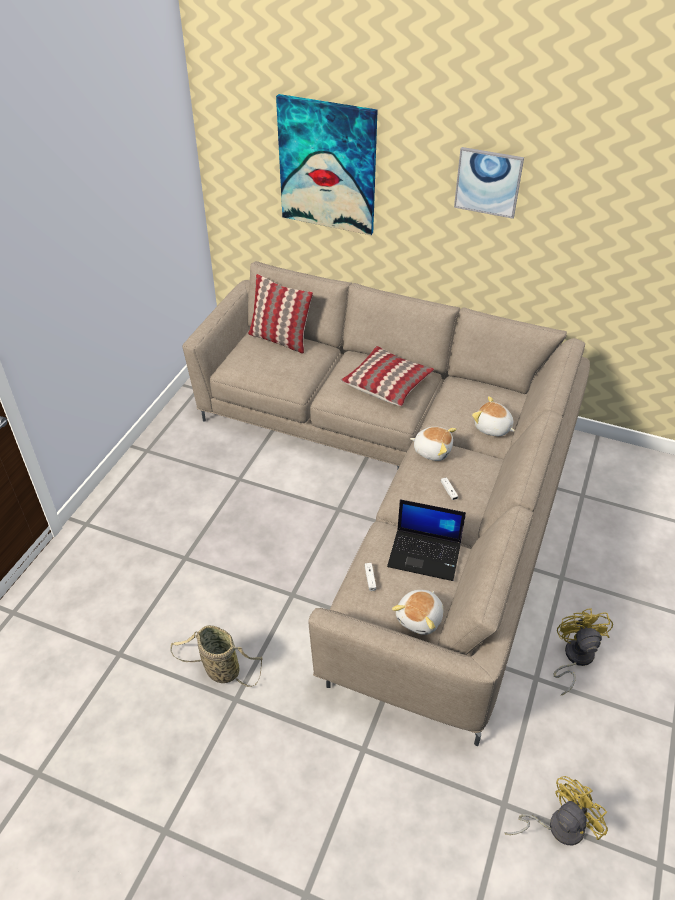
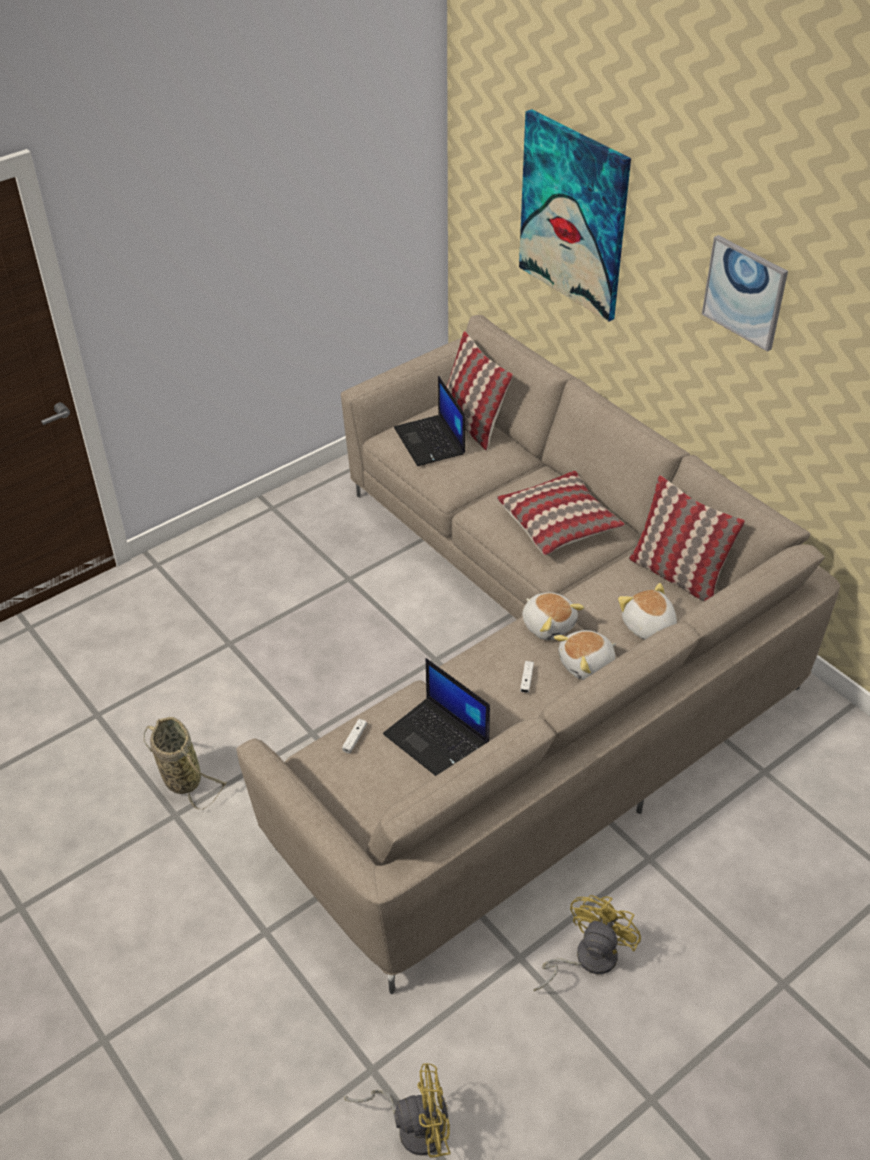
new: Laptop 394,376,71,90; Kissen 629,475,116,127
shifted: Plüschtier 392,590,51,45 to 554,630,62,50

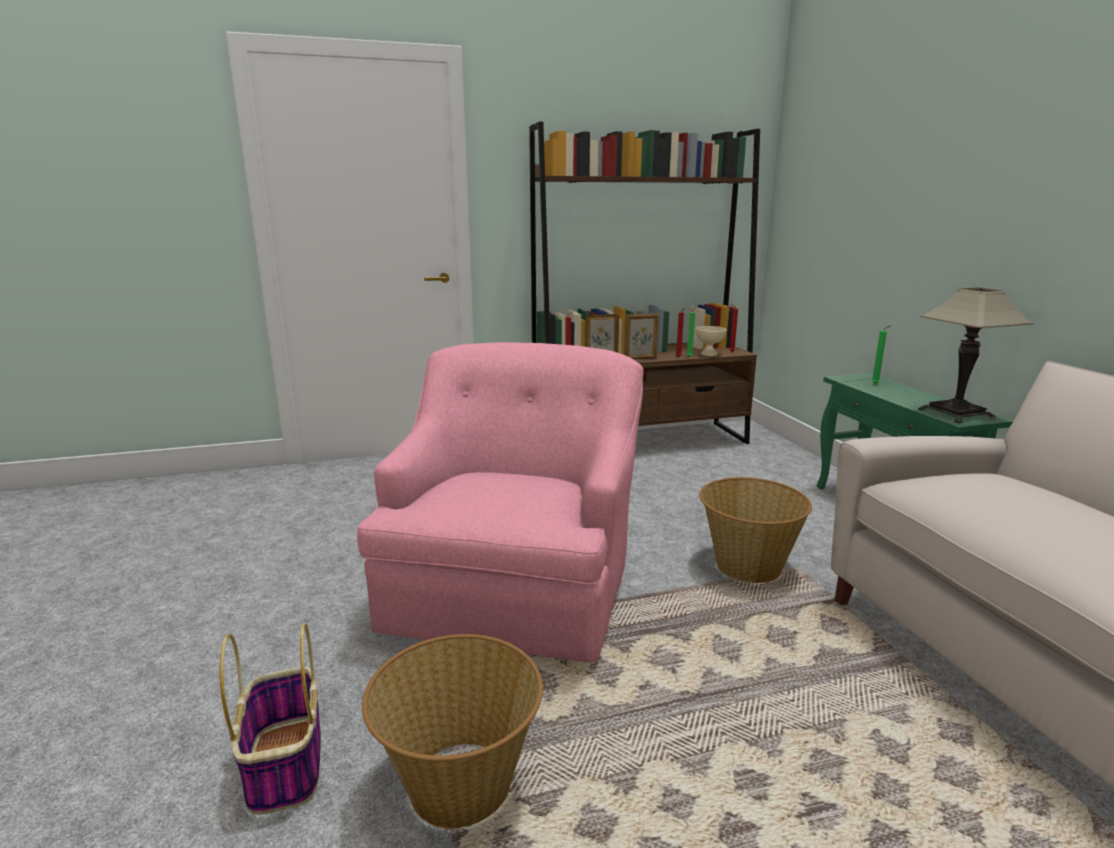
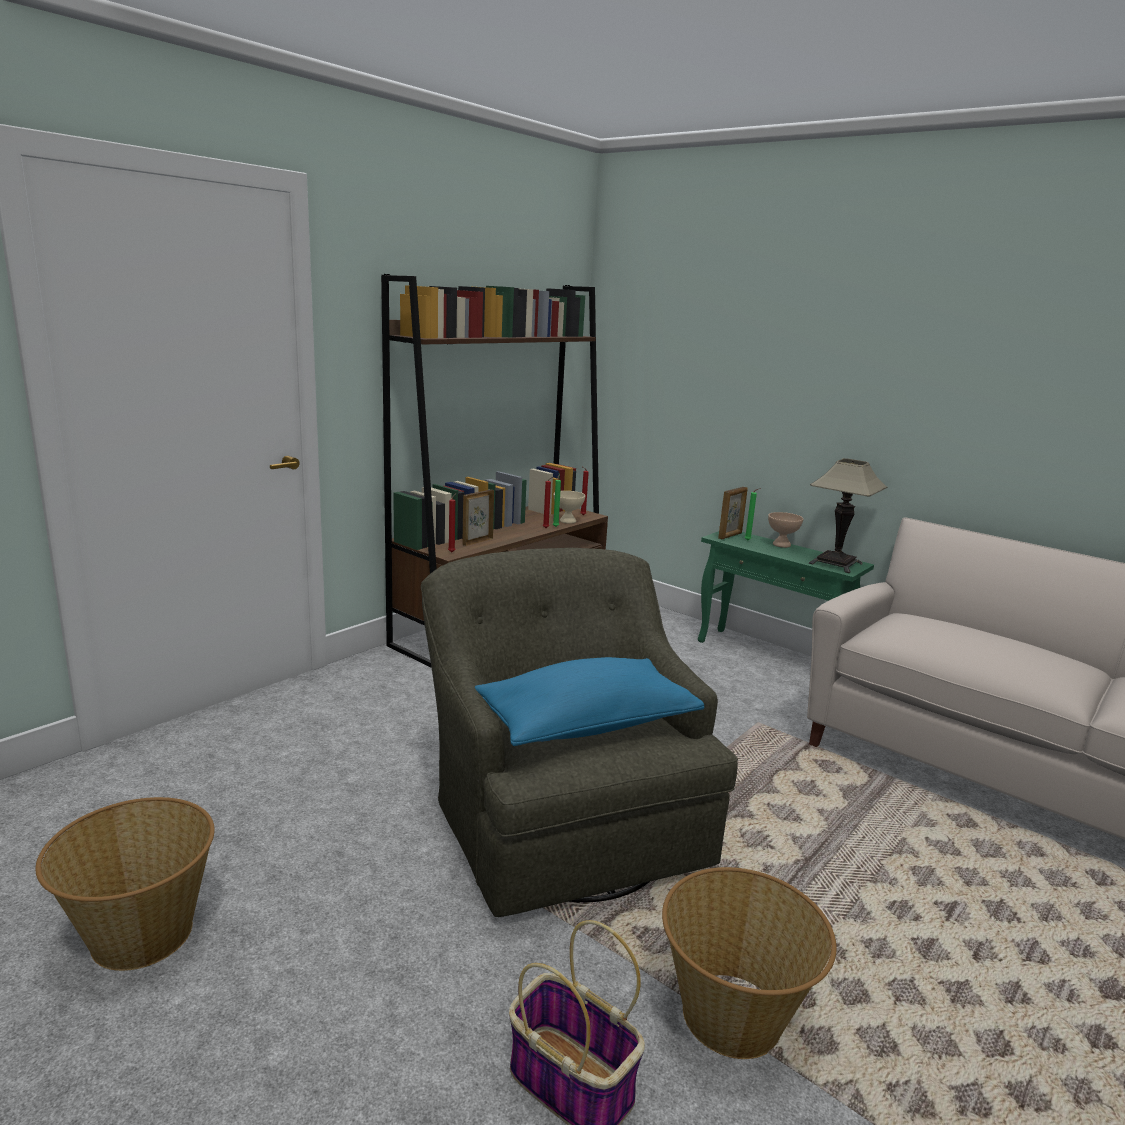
new: Kissen [blau] 475,657,229,89; Schüssel [beige] 768,512,35,36
shifted: Bilderrahmen 624,313,35,47 to 718,487,30,52; Korb 699,477,113,106 to 35,797,180,174
repainted: Sessel [rosa] 357,342,287,320 to Sessel [grün] 421,548,317,369

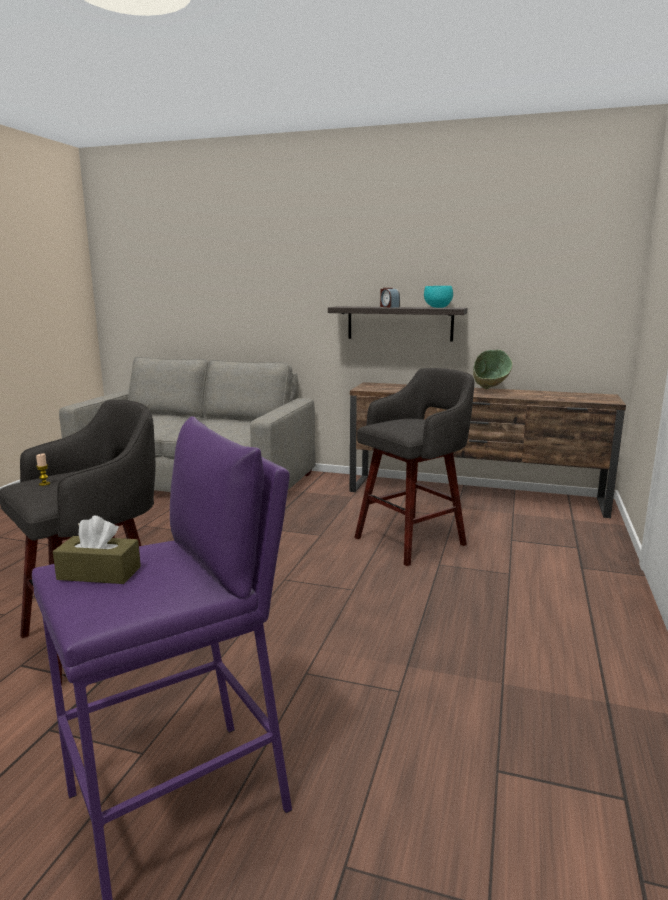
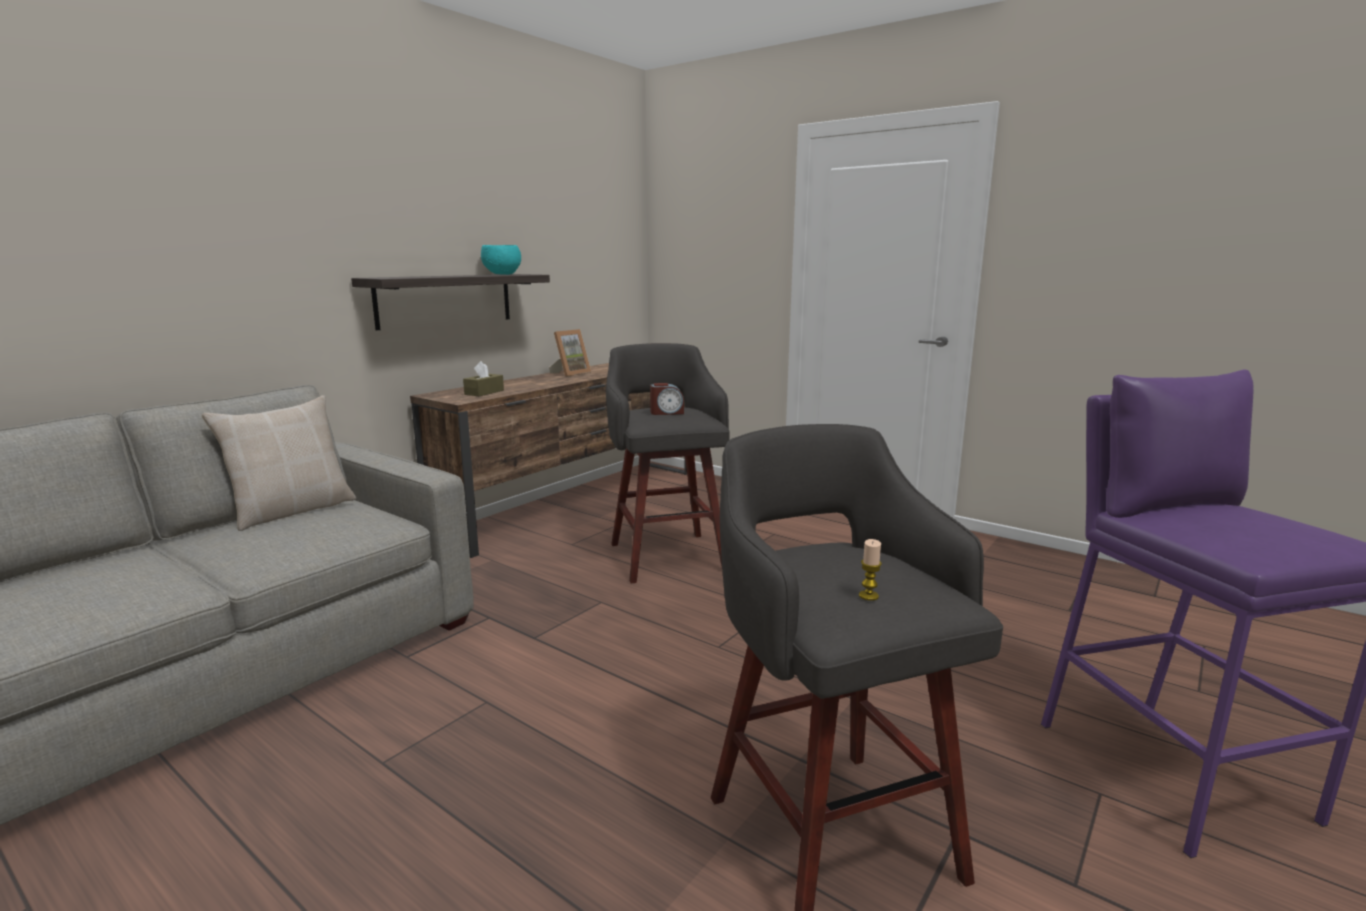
new: Kissen [beige] 202,395,154,136
shifted: Taschentuchbox [braun] 53,516,88,68 to 463,361,41,35; Wecker 380,288,20,20 to 650,383,34,32
swapped: Schüssel [grün] 473,350,40,39 to Bilderrahmen 549,329,42,48

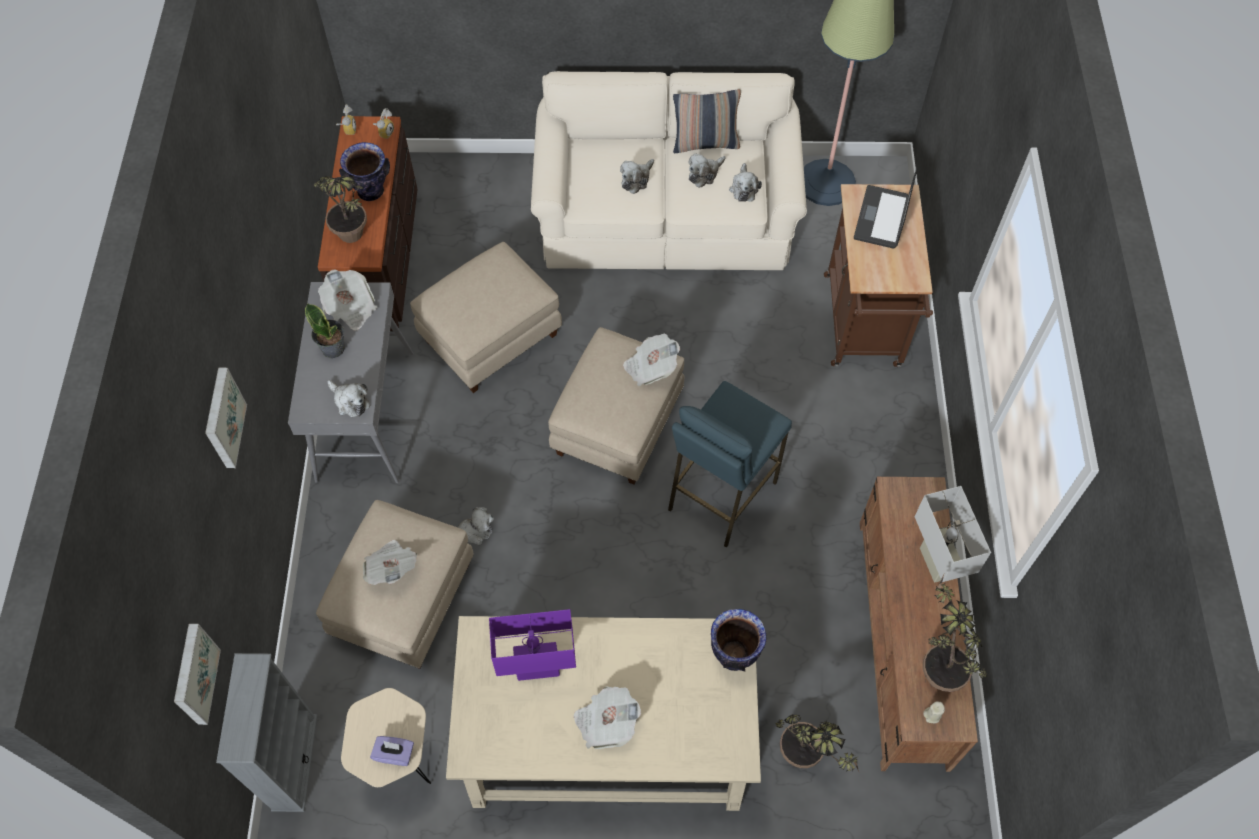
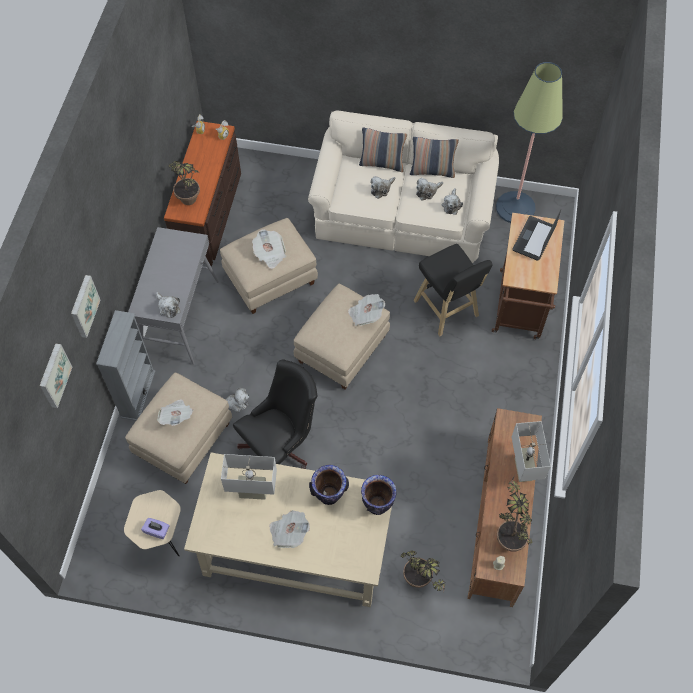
gone: Topfpflanze 305,303,40,55; Hocker [blau] 668,381,124,167
new: Bürostuhl [schwarz] 233,359,85,110; Kissen 359,128,48,44; Hocker [schwarz] 414,244,79,92
shifted: Bild 174,624,47,101 to 39,343,33,65; Bücherregal [grau] 216,653,101,159 to 96,310,59,111; Zeitung 318,269,59,61 to 252,229,34,40; Vase 339,142,51,59 to 309,465,40,40
repainted: Tischlampe [lila] 489,609,87,72 to Tischlampe [weiß] 221,454,56,46

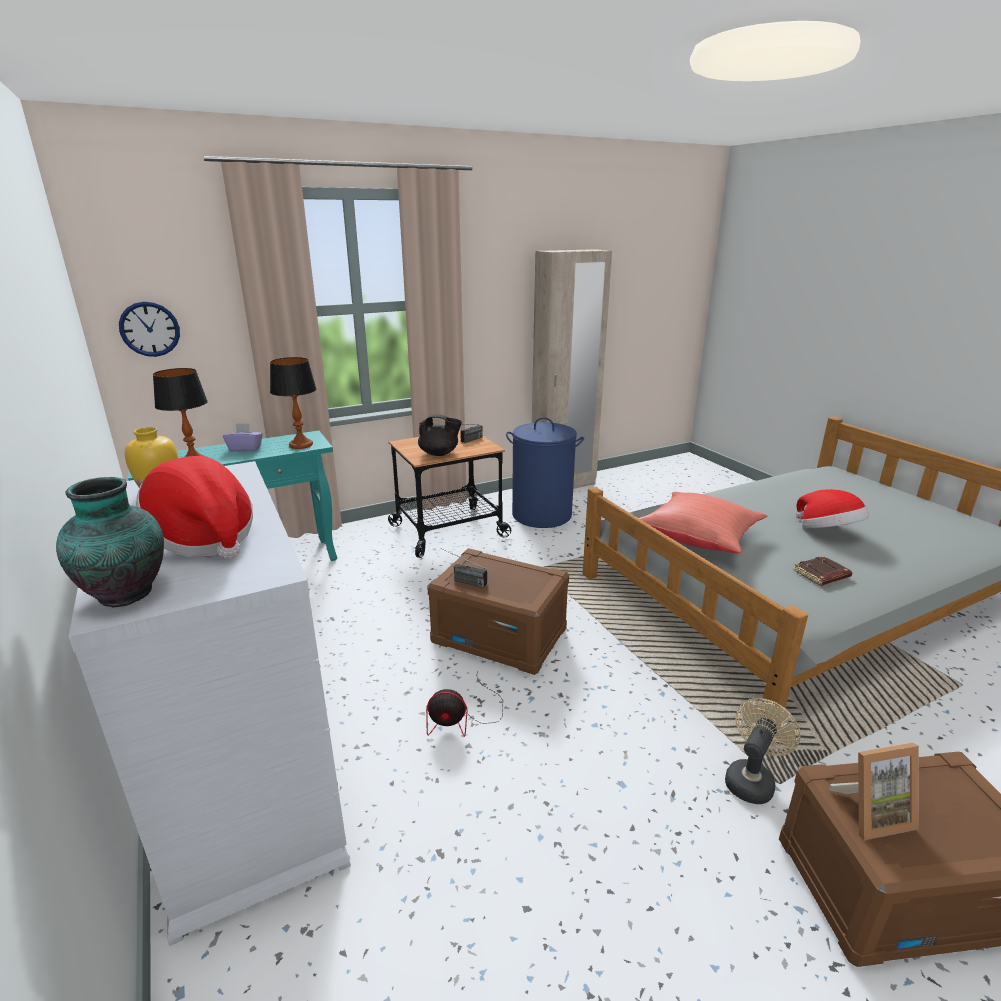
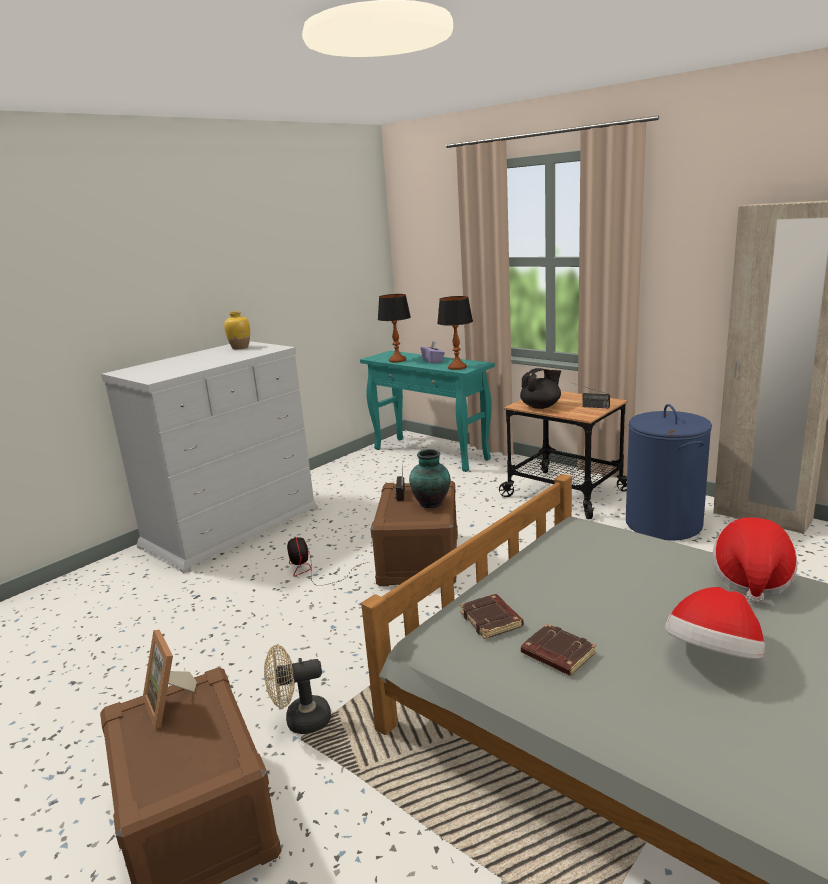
gone: Wanduhr 119,302,61,55; Kissen [rot] 639,492,128,61
new: Buch [braun] 460,594,64,45
shifted: Vase 56,477,108,130 to 409,449,42,59; Hut 136,456,117,103 to 712,517,85,87
rotated: Teekanne [schwarz] 418,414,44,42 = 520,368,41,41 105 degrees counterclockwise; Ventilator [beige] 725,698,76,106 = 264,645,67,89 150 degrees clockwise

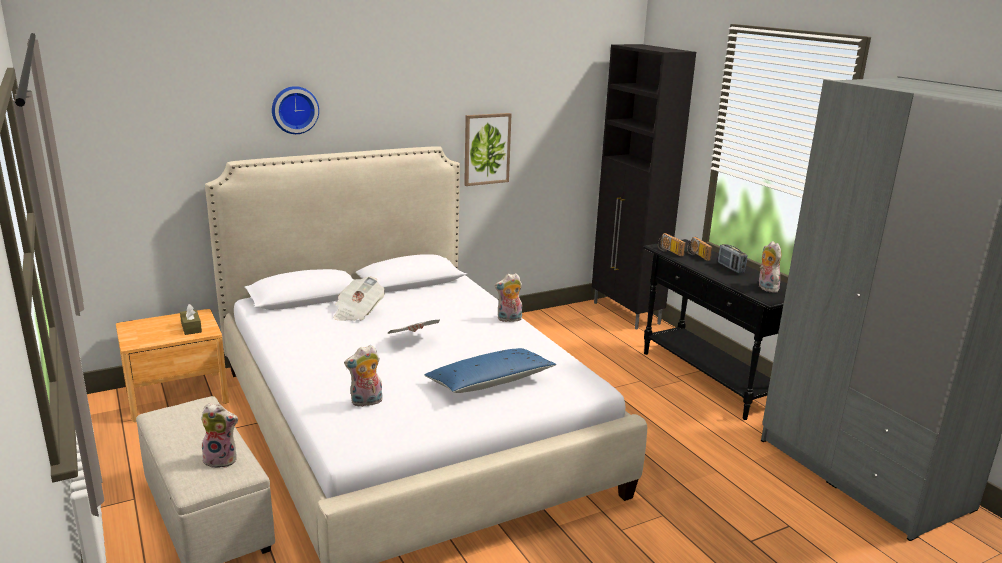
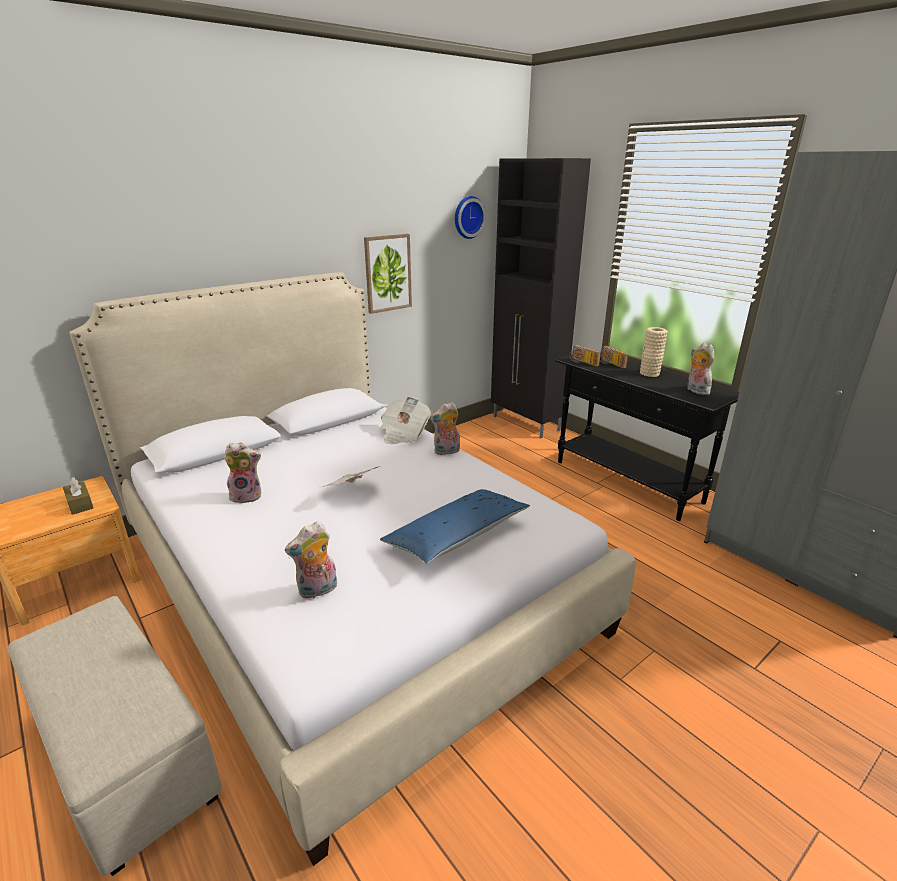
shifted: Plüschtier 201,403,37,65 to 224,442,37,62; Wanduhr 272,86,47,48 to 455,196,31,43; Zeitung 334,277,51,44 to 381,396,50,48
swapped: Radio 718,244,29,29 to Vase [beige] 640,327,28,50

